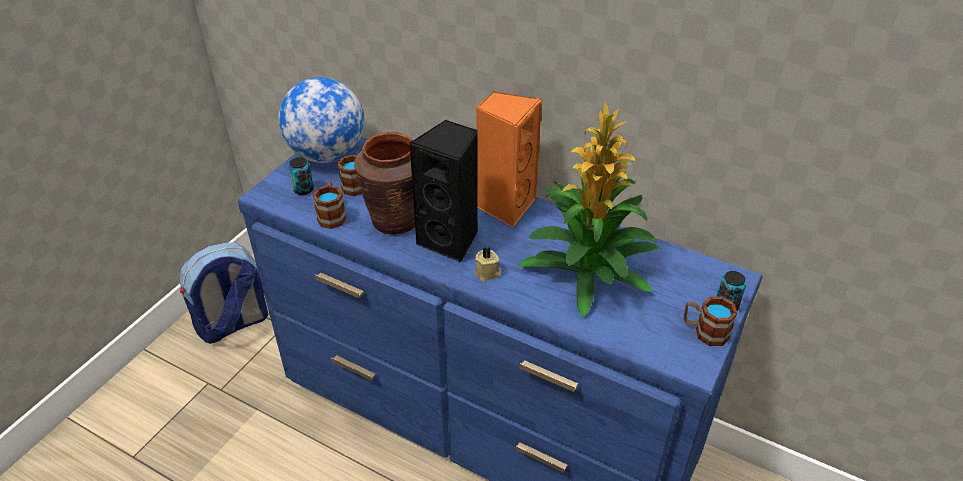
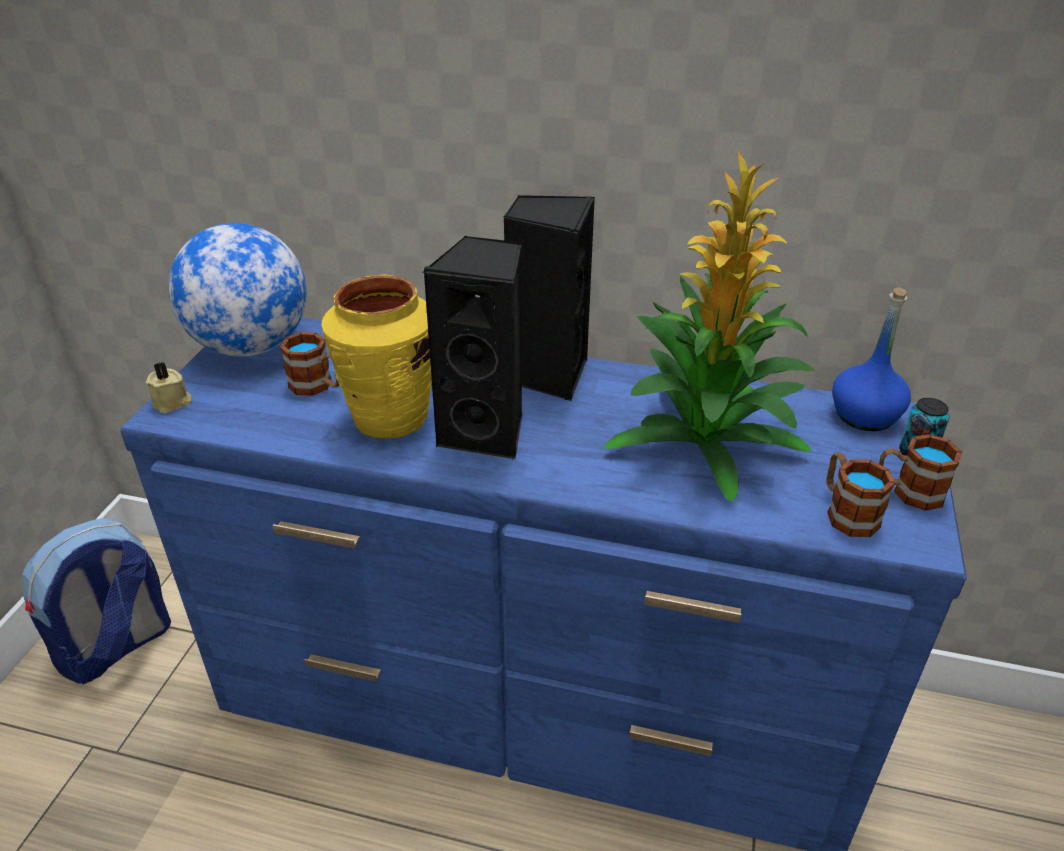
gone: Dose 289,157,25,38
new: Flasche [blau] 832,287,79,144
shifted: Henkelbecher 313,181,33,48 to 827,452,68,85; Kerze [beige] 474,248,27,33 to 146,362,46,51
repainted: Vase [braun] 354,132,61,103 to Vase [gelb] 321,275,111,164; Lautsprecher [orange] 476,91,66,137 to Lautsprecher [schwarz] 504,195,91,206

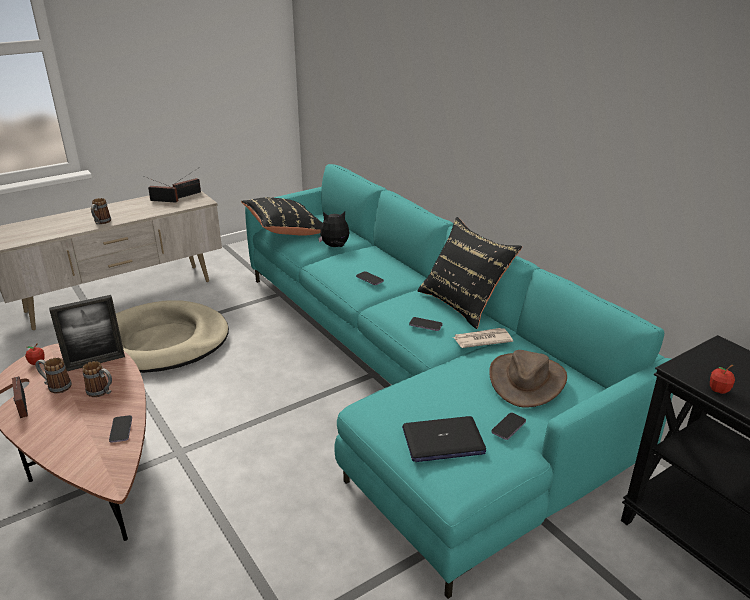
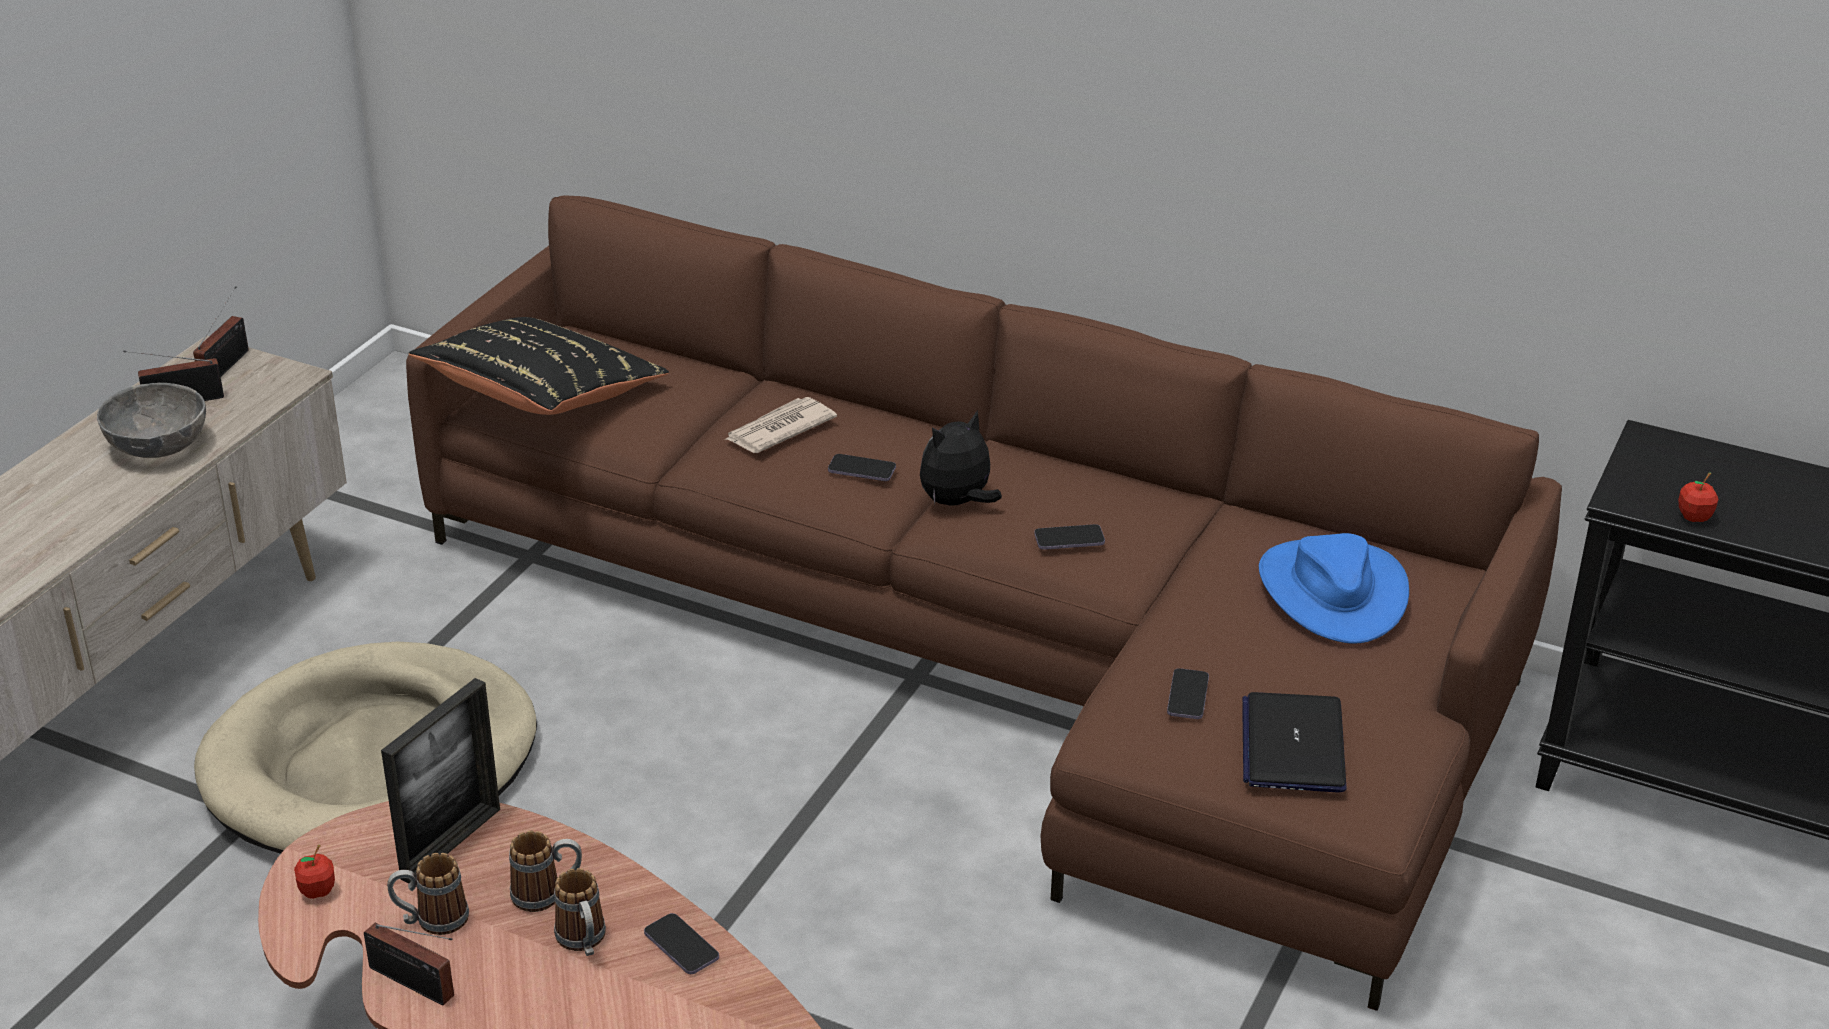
gone: Kissen [schwarz] 417,217,105,112
new: Schüssel [grau] 97,383,109,75
shifted: Henkelbecher 91,198,20,26 to 554,868,52,88; Plüschtier 318,211,32,36 to 920,410,82,96; Zeitung 453,328,60,20 to 724,397,113,56; Handy 491,413,35,27 to 1167,668,42,51
repainted: Sofa [türkis] 245,164,428,435 to Sofa [braun] 406,195,1156,816; Hut [braun] 489,350,78,58 to Hut [blau] 1259,533,150,110
rotated: Laptop 402,416,84,46 = 1242,692,105,101 135 degrees clockwise

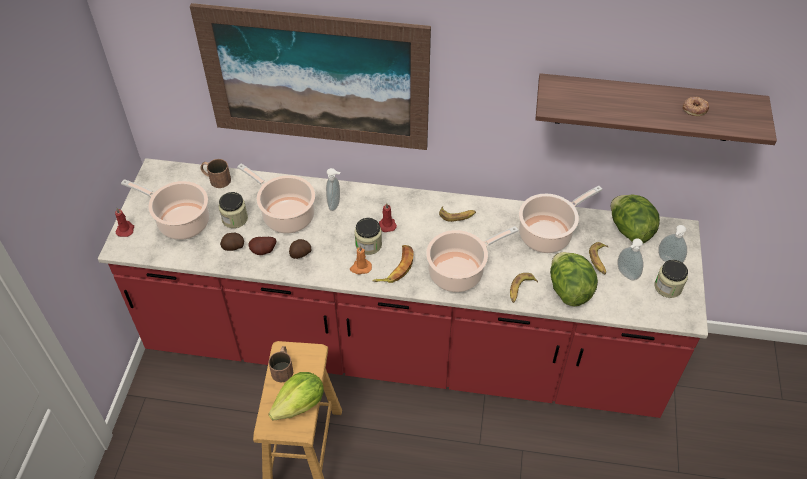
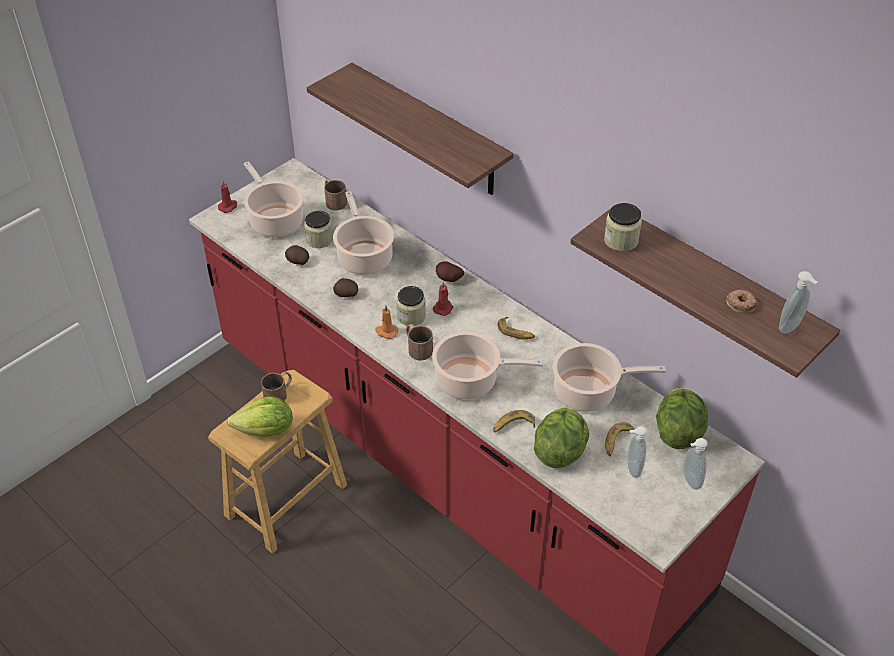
shifted: Kartoffel 248,237,28,18 to 436,261,28,21; Seifenspender 326,168,14,43 to 779,271,38,63; Vorratsglas 654,260,34,38 to 604,203,38,49
swapped: Bild 190,3,241,147 to Wandregal 307,63,207,132; Banane 372,245,42,38 to Henkelbecher [braun] 406,324,27,36

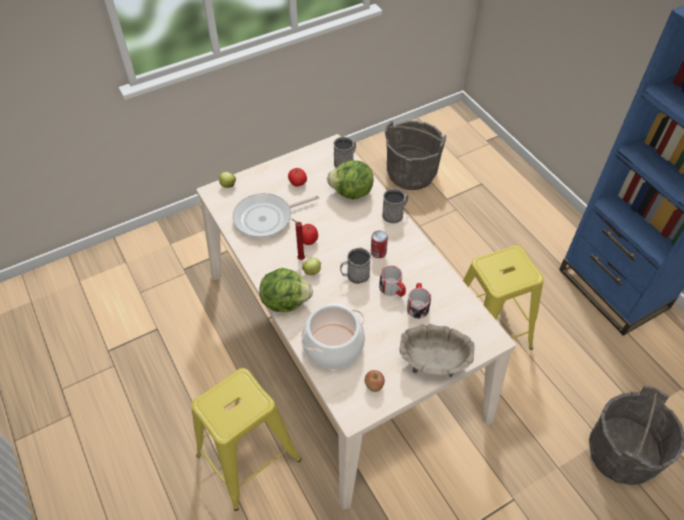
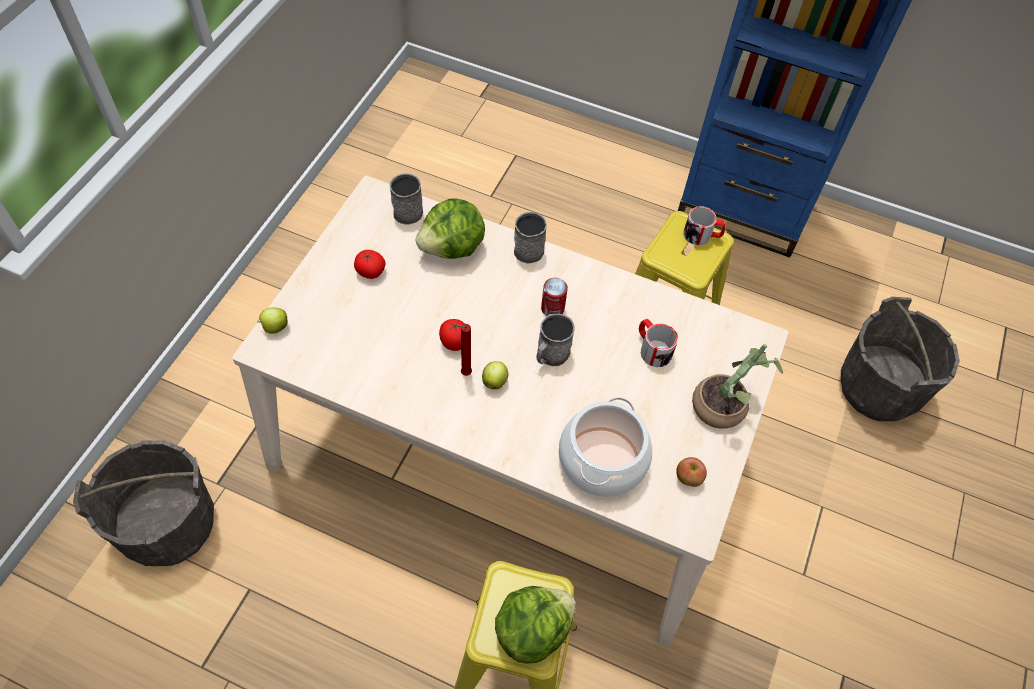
gone: Pfanne 233,193,86,44
shifted: Salatkopf 259,268,54,44 to 495,586,81,78; Henkelbecher 379,265,27,32 to 684,206,42,39; Eimer [grau] 385,121,62,69 to 73,440,141,126
swapped: Schüssel [beige] 400,324,74,53 to Topfpflanze 692,344,91,85

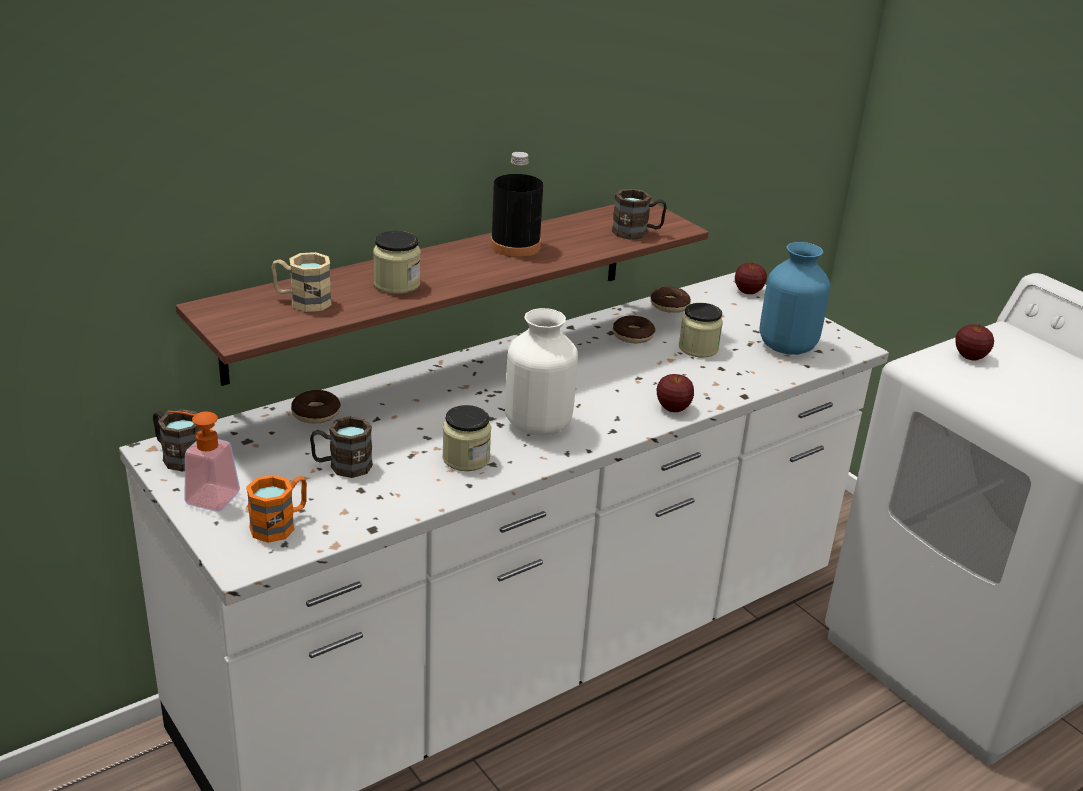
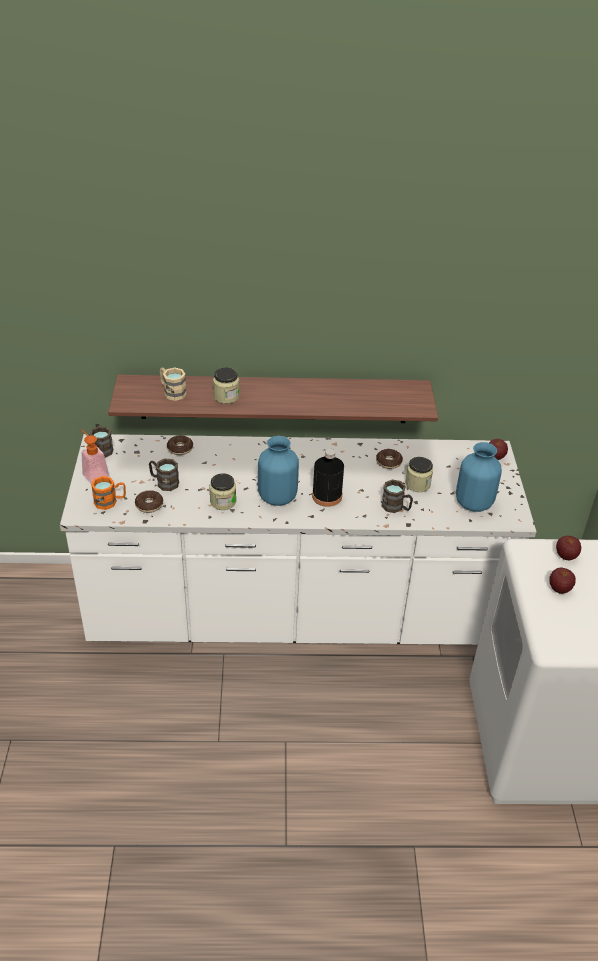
shifted: Flasche [schwarz] 491,152,52,105 to 312,449,32,58; Henkelbecher [braun] 612,189,55,51 to 381,479,32,34; Donut 650,286,41,27 to 135,490,28,23; Apfel 656,374,38,38 to 550,567,26,27
repainted: Vase [weiß] 505,308,73,128 to Vase [blau] 258,436,41,70

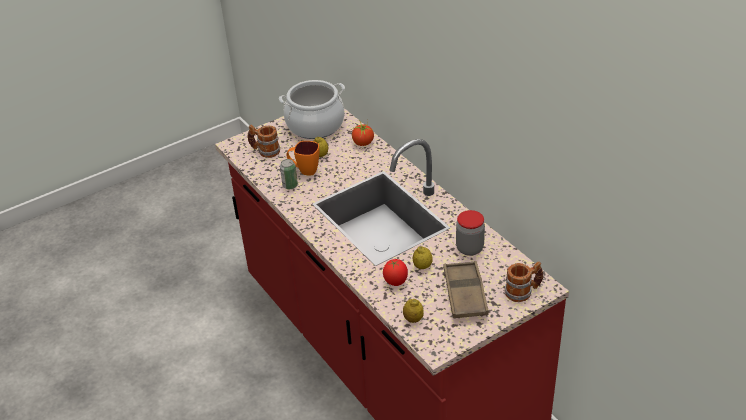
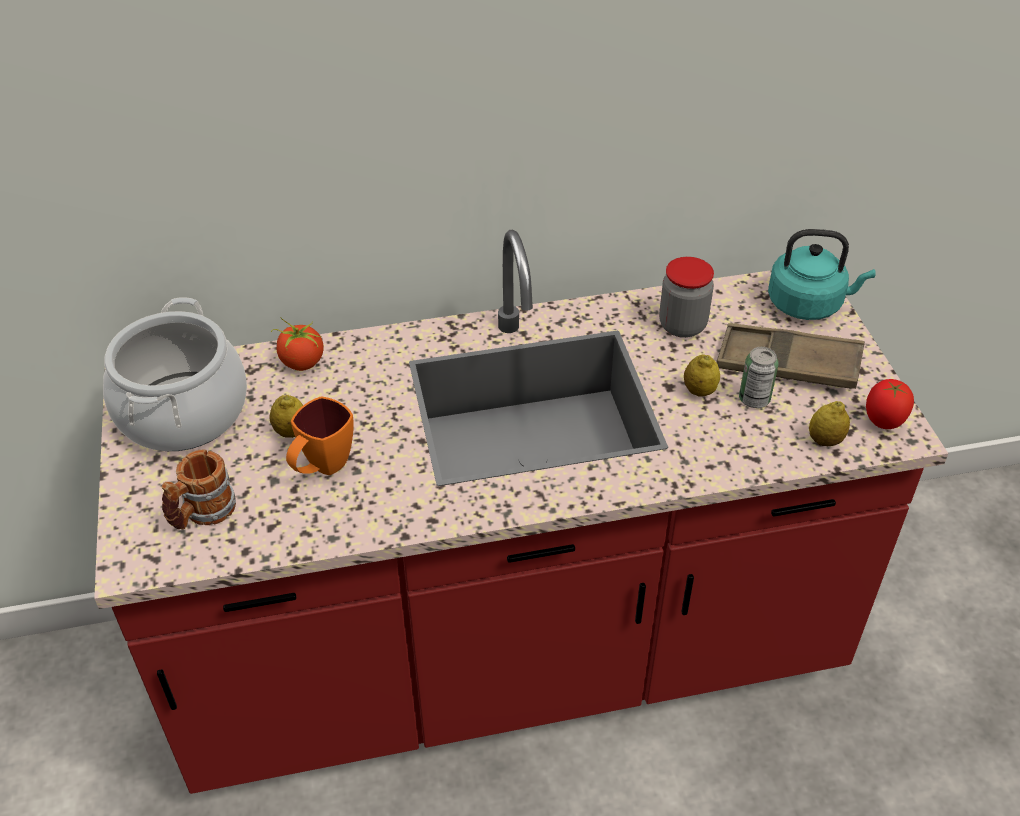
shifted: Dose 280,159,18,30 to 739,347,40,61; Tomate 383,259,25,27 to 866,379,48,50
swapped: Henkelbecher 505,261,38,41 to Wasserkessel [türkis] 768,229,108,91

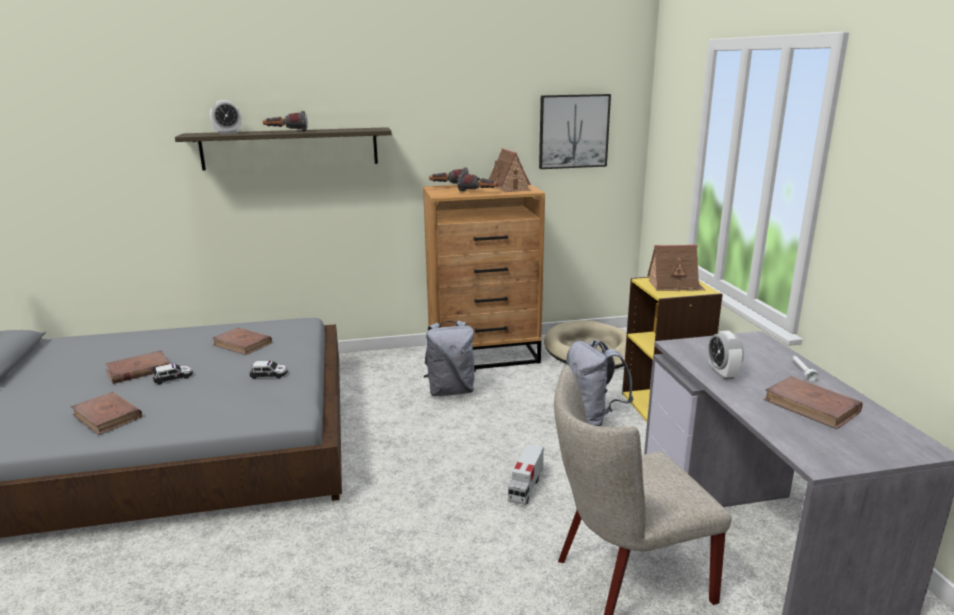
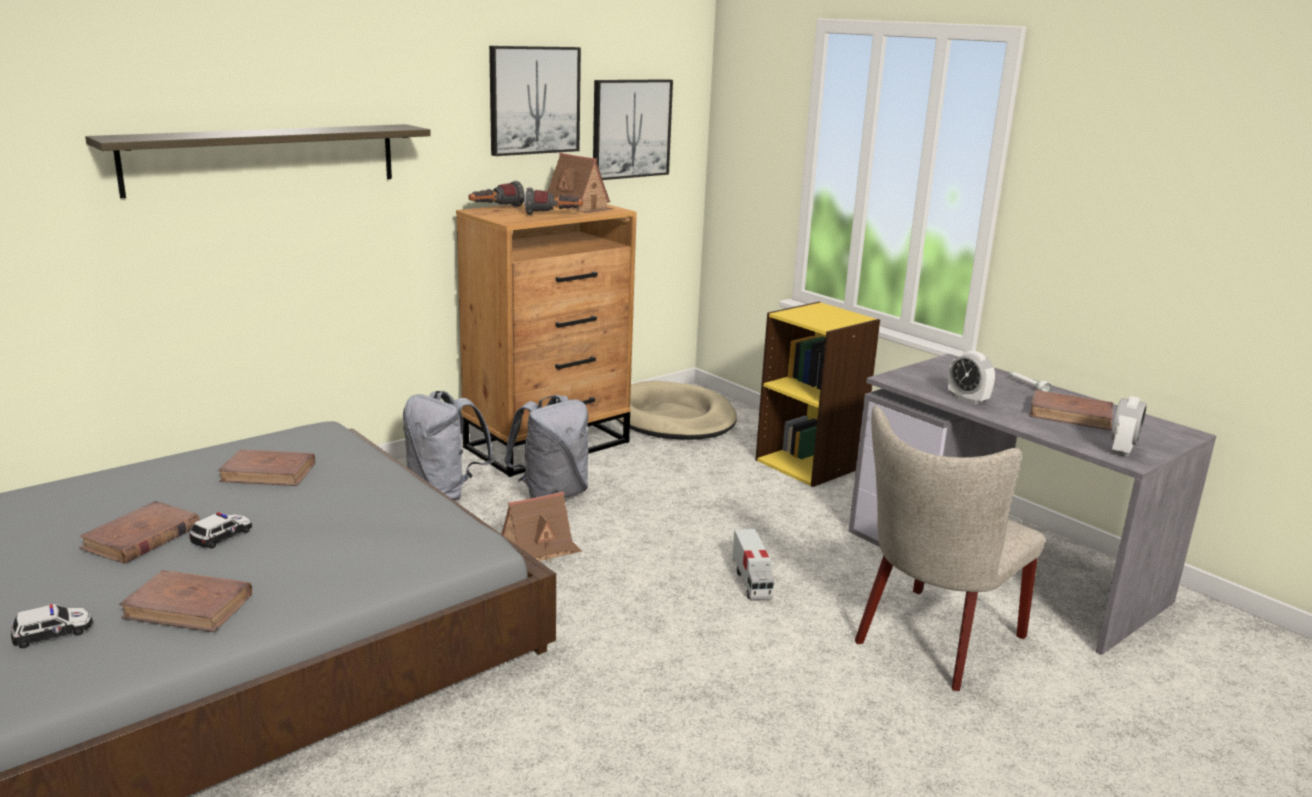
gone: Taschenlampe 263,111,45,20
new: Bild 489,46,92,110
shifted: Wecker 210,100,32,34 to 1111,396,36,60; Spielzeugauto 250,360,38,19 to 11,604,82,44; Rucksack [grau] 566,340,68,86 to 403,391,91,110; Spielzeughaus 647,245,58,46 to 501,492,81,70

